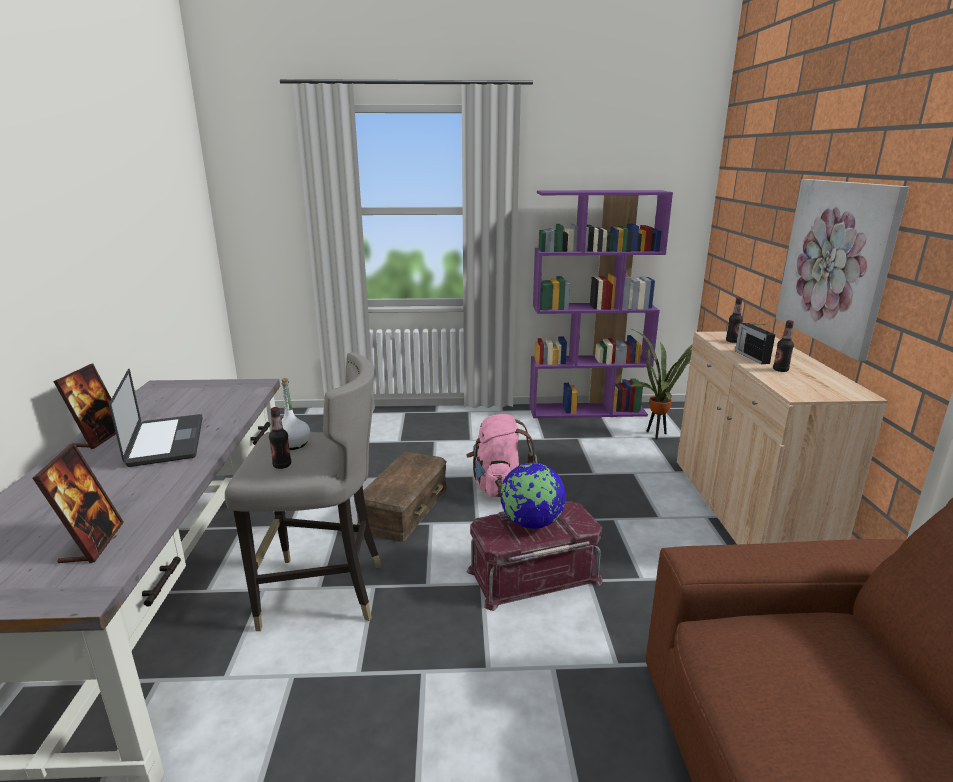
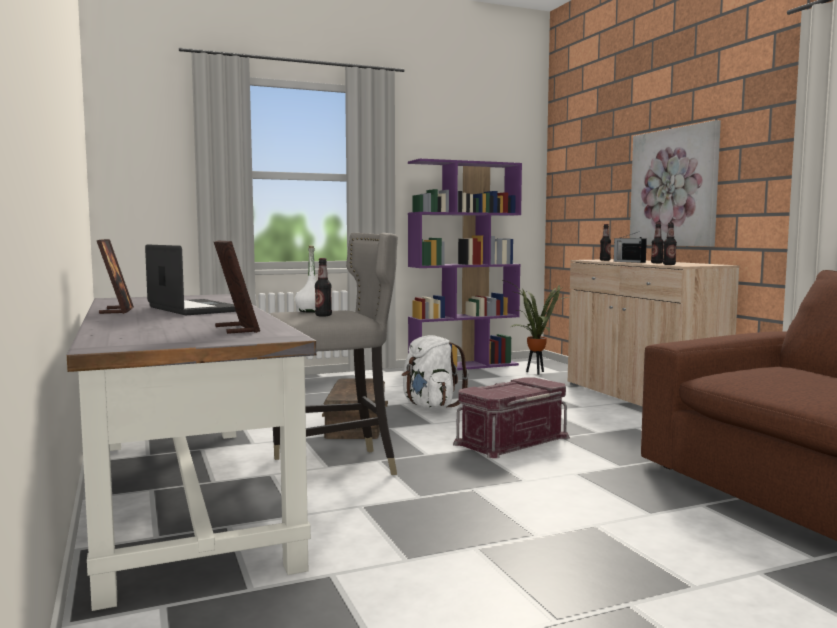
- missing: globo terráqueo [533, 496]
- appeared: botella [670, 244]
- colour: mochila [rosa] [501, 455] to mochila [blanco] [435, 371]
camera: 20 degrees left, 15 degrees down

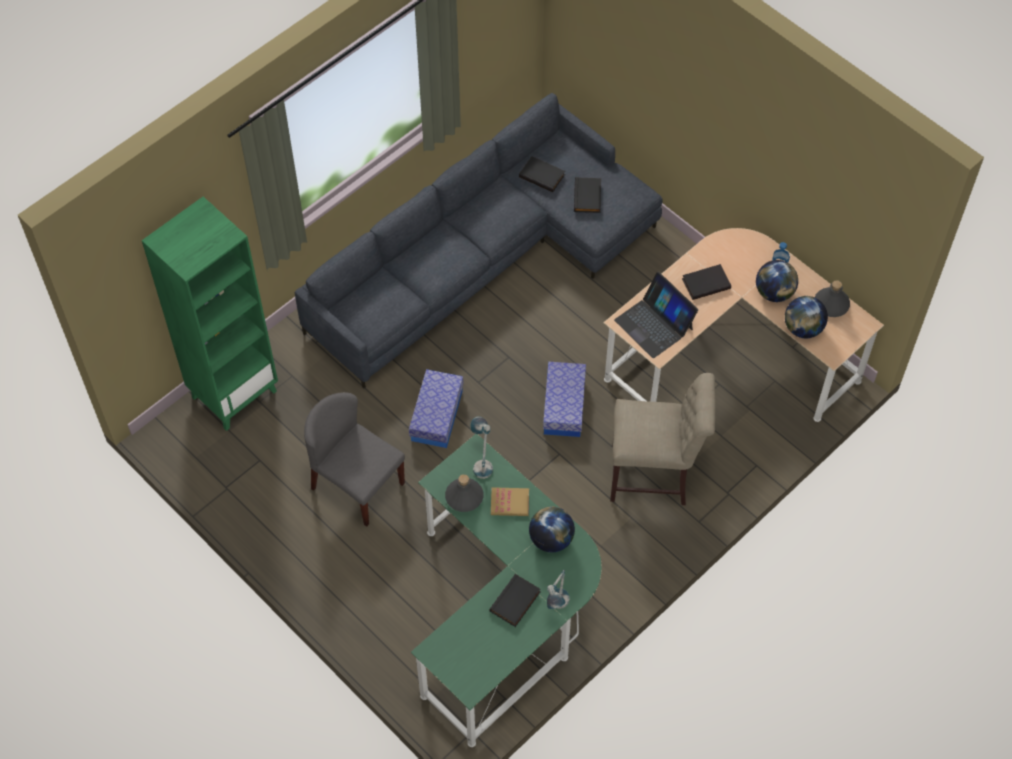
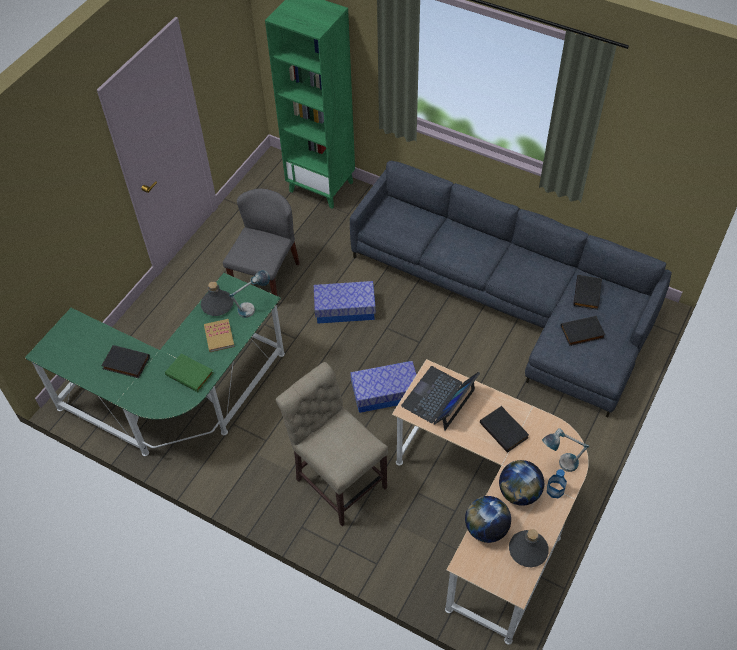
- relocated: lámpara de mesa [558, 589] to [565, 450]
- exchanged: globo terráqueo [552, 529] to libro [verde] [189, 372]
- spun: silla [beis] [663, 439] = [332, 444] 150 degrees clockwise
camera: 75 degrees right, 5 degrees down

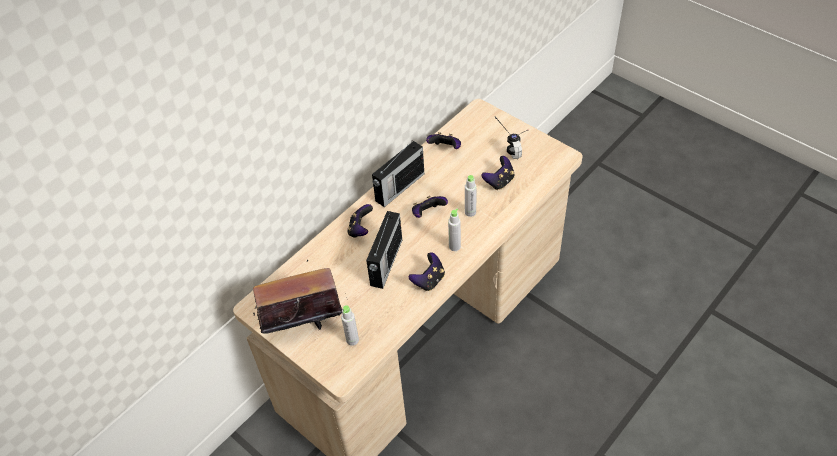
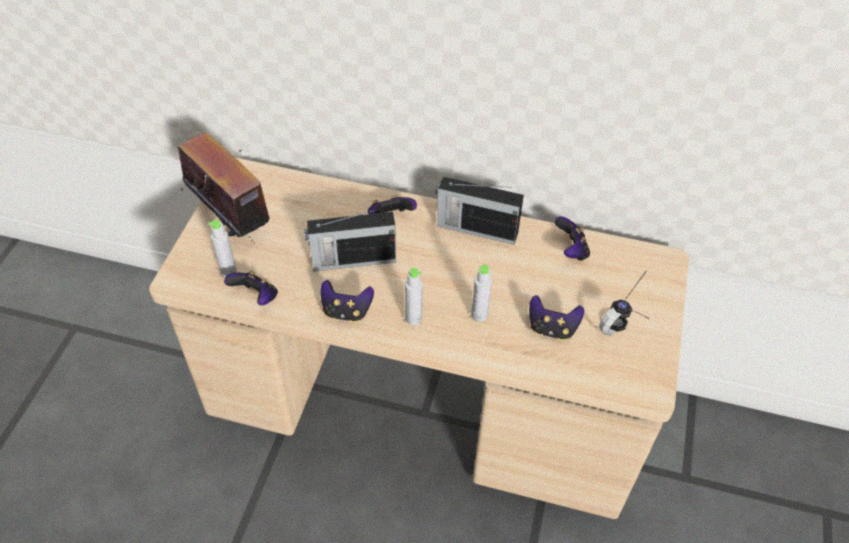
- relocated: mando de consola [430, 207] to [251, 288]
camera: 60 degrees right, 0 degrees up

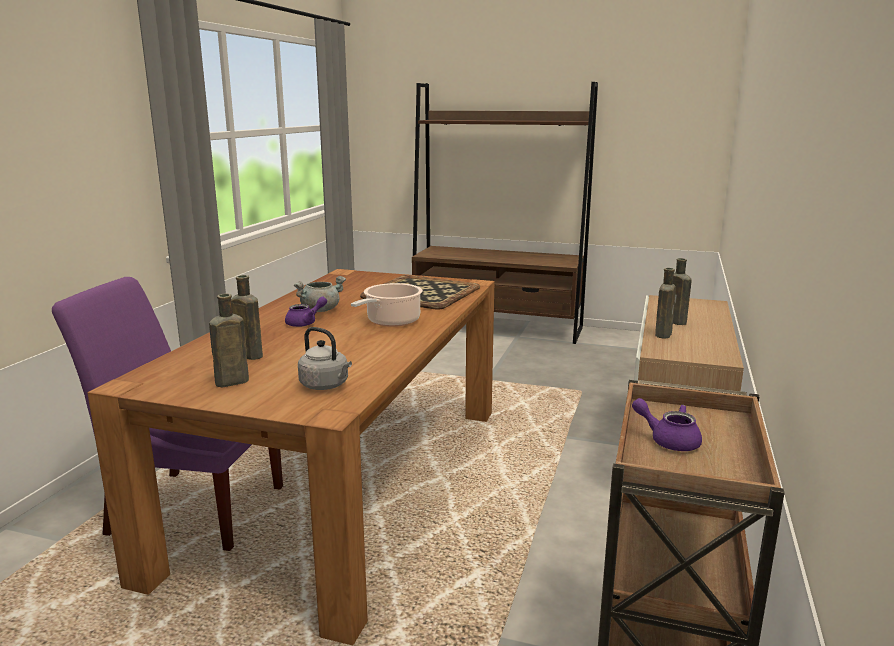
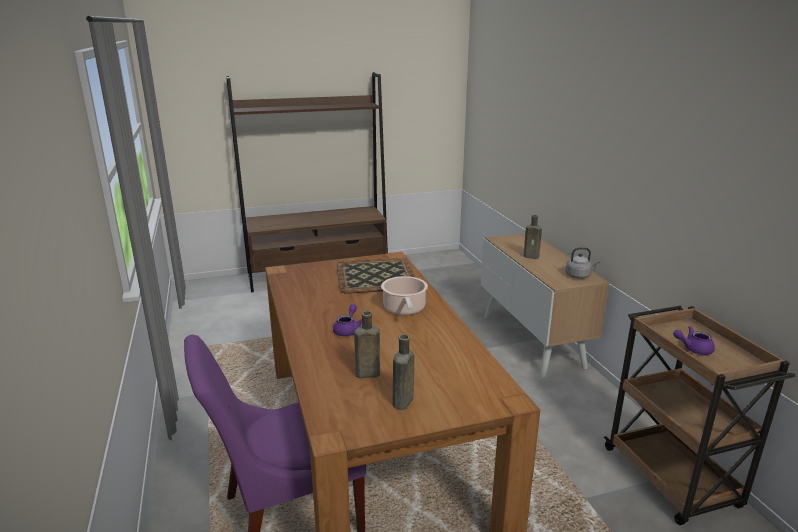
- missing: olla [gris] [320, 294]
- missing: botella [marrón] [665, 303]
- relocated: hervidor [gris] [325, 358] to [582, 263]
camera: 35 degrees left, 5 degrees up

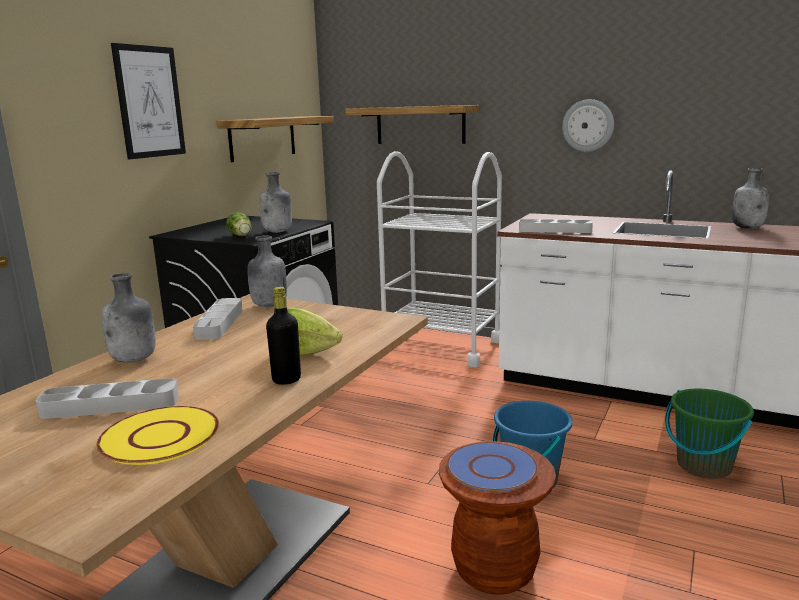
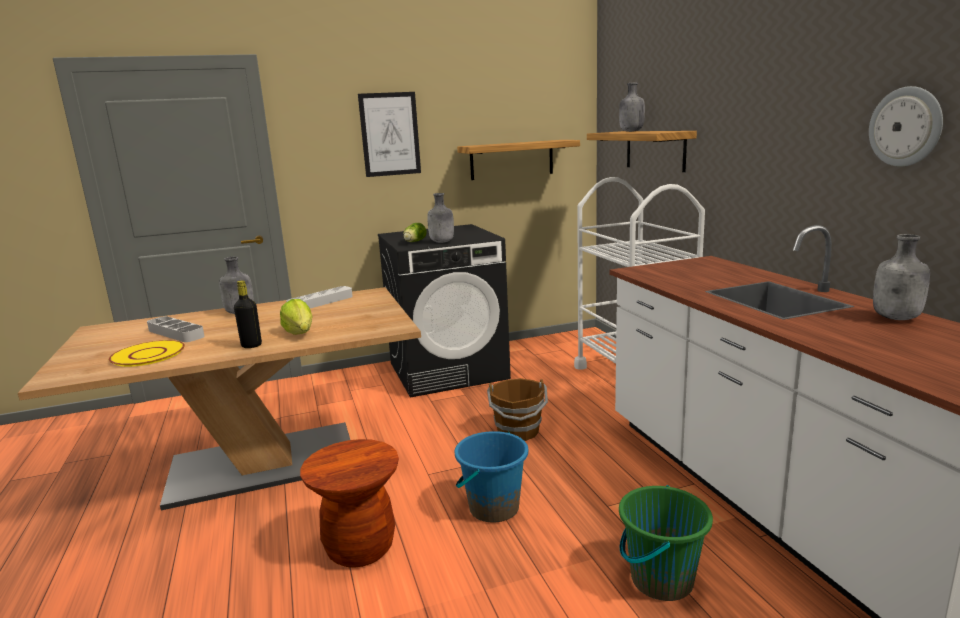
- missing: plato [azul] [492, 467]
- missing: bandeja [gris] [556, 226]
- appeared: cubo [marrón] [517, 409]
- relocated: botella [gris] [267, 271] to [632, 107]
- relocated: reloj de pared [588, 125] to [906, 126]
camera: 45 degrees right, 0 degrees up

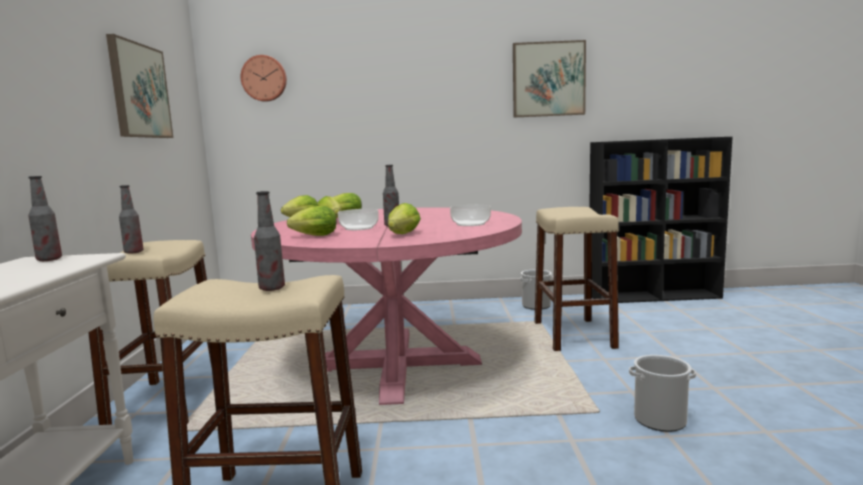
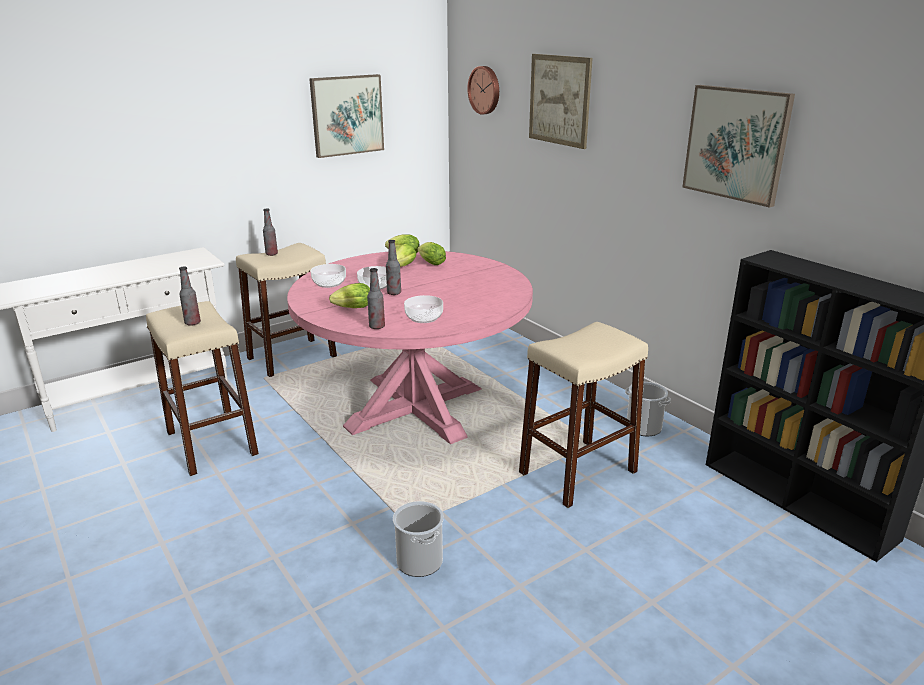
- appeared: cuadro [561, 101]
- relocated: botella [45, 218] to [376, 298]
- exchanged: lechuga [311, 221] to cuenco [328, 276]
camera: 55 degrees right, 15 degrees up

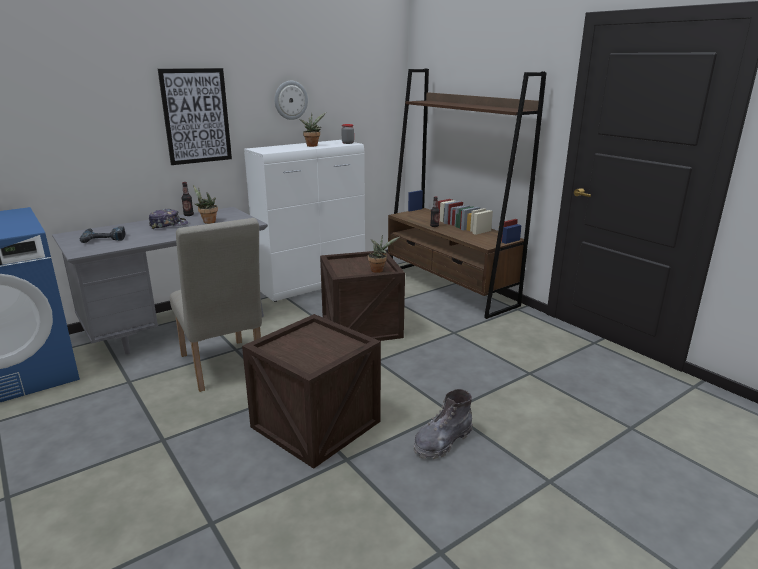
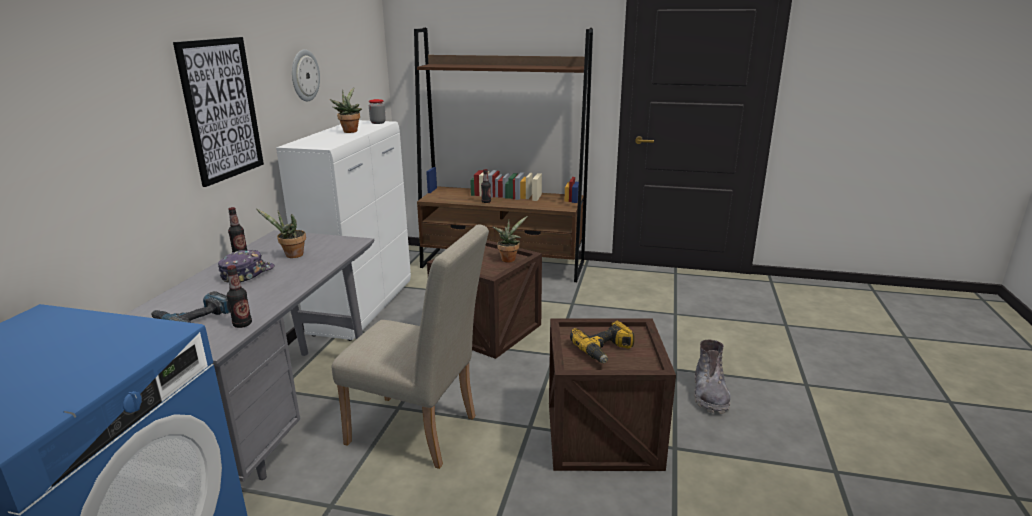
- appeared: botella [239, 296]
- appeared: taladro [602, 342]
camera: 40 degrees left, 0 degrees up

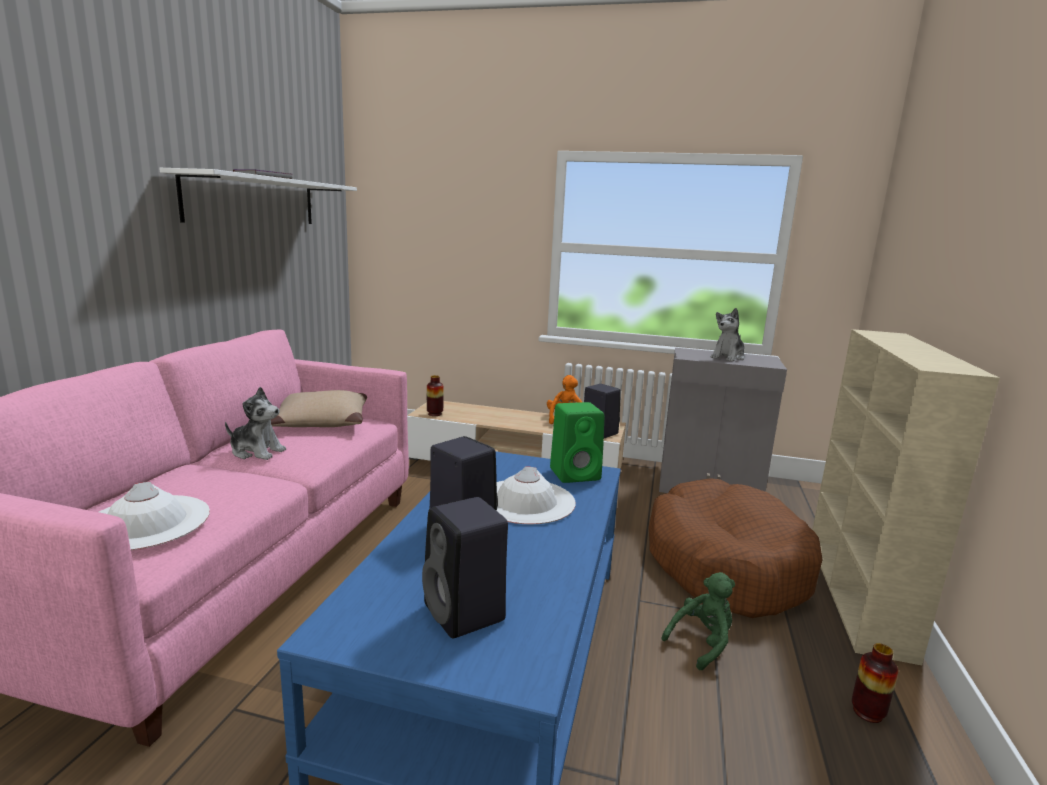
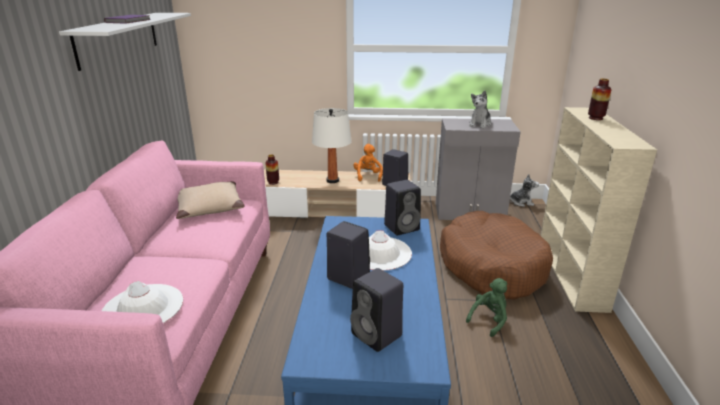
- appeared: lámpara de mesa [blanco] [332, 145]
- relocated: peluche [255, 423] to [524, 190]
- relocated: florero [875, 683] to [599, 99]
- colour: altavoz [verde] [577, 442] to altavoz [negro] [402, 207]
camera: 10 degrees left, 10 degrees up

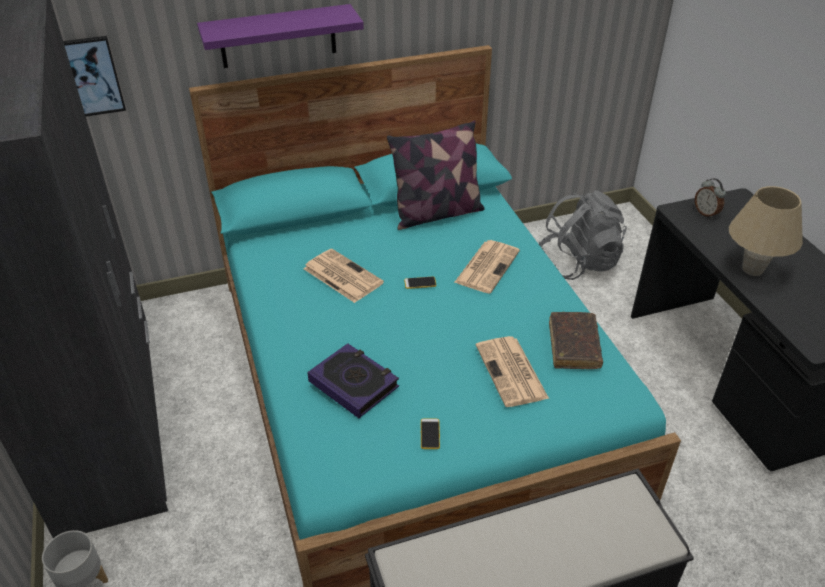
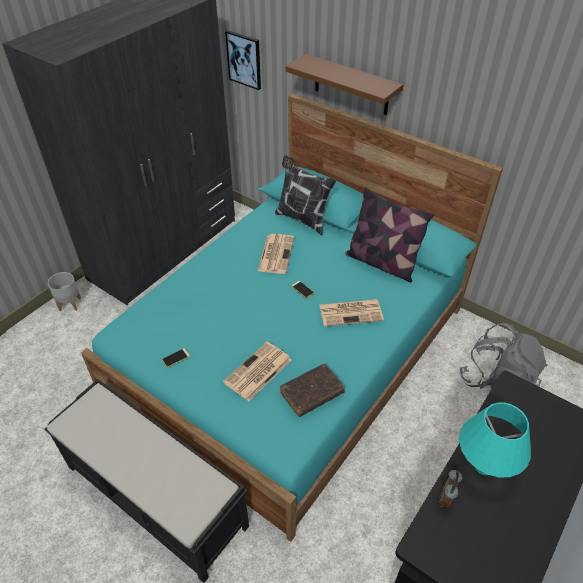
- missing: libro [353, 380]
- appeared: cojín [305, 195]
- relocated: despertador [710, 198] to [450, 489]
- colour: estante [morado] [280, 36] to estante [marrón] [344, 84]
- colour: lámpara de mesa [beis] [766, 231] to lámpara de mesa [turquesa] [495, 439]
camera: 55 degrees right, 5 degrees up

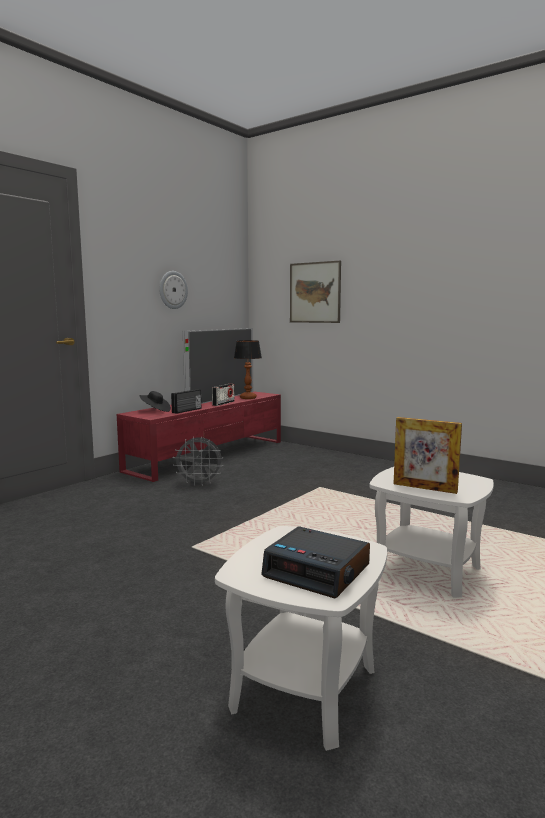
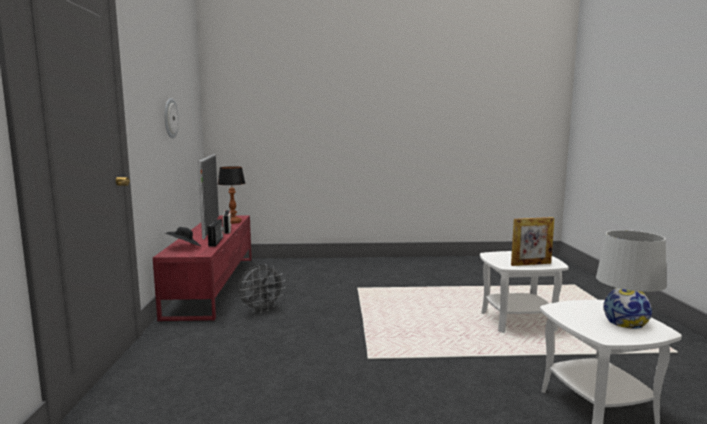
- missing: cuadro [315, 292]
- exchanged: despertador [315, 562] to lámpara de mesa [blanco] [631, 279]
camera: 40 degrees left, 0 degrees up

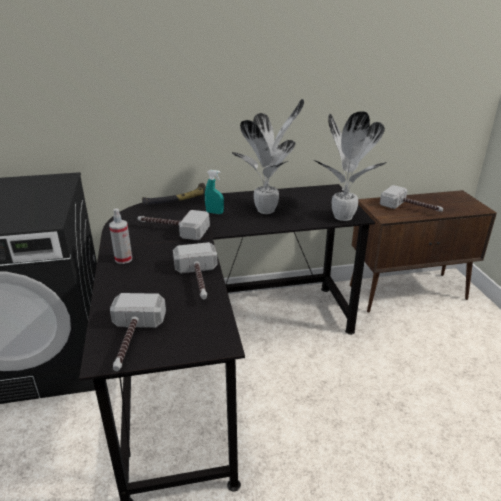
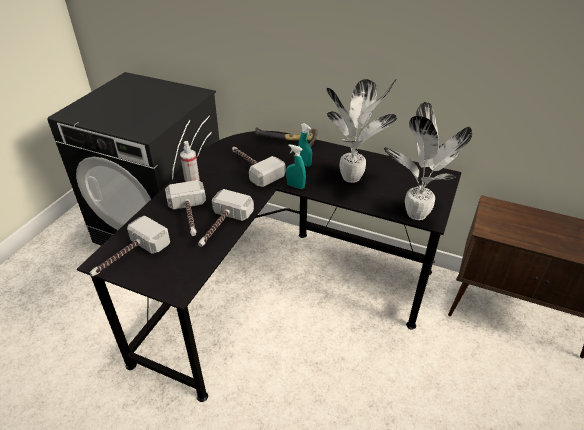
- appeared: pulverizador [turquesa] [296, 166]
- relocated: martillo [411, 198] to [185, 208]
camera: 35 degrees right, 10 degrees up

